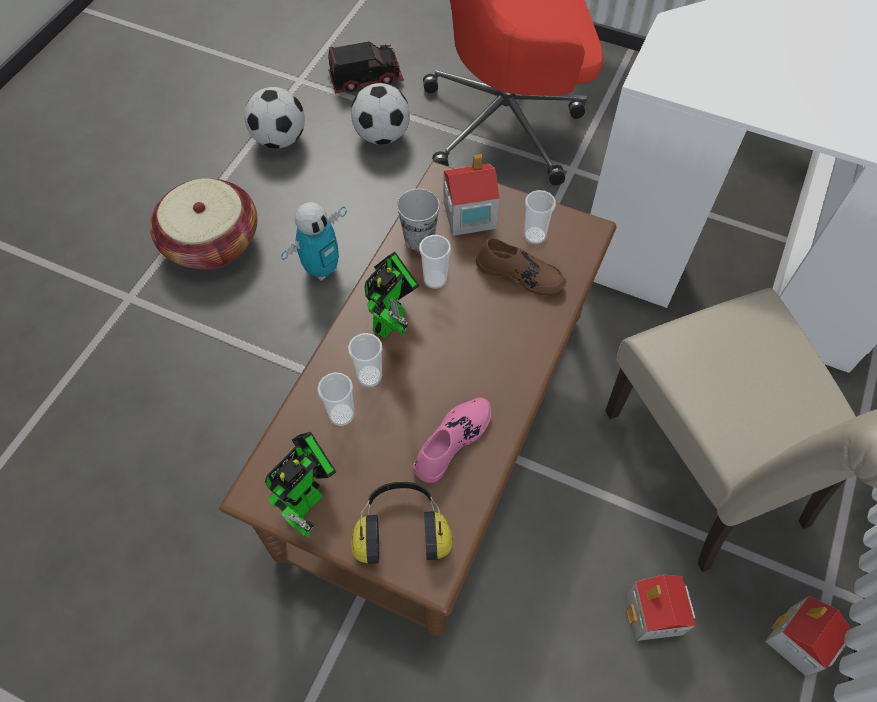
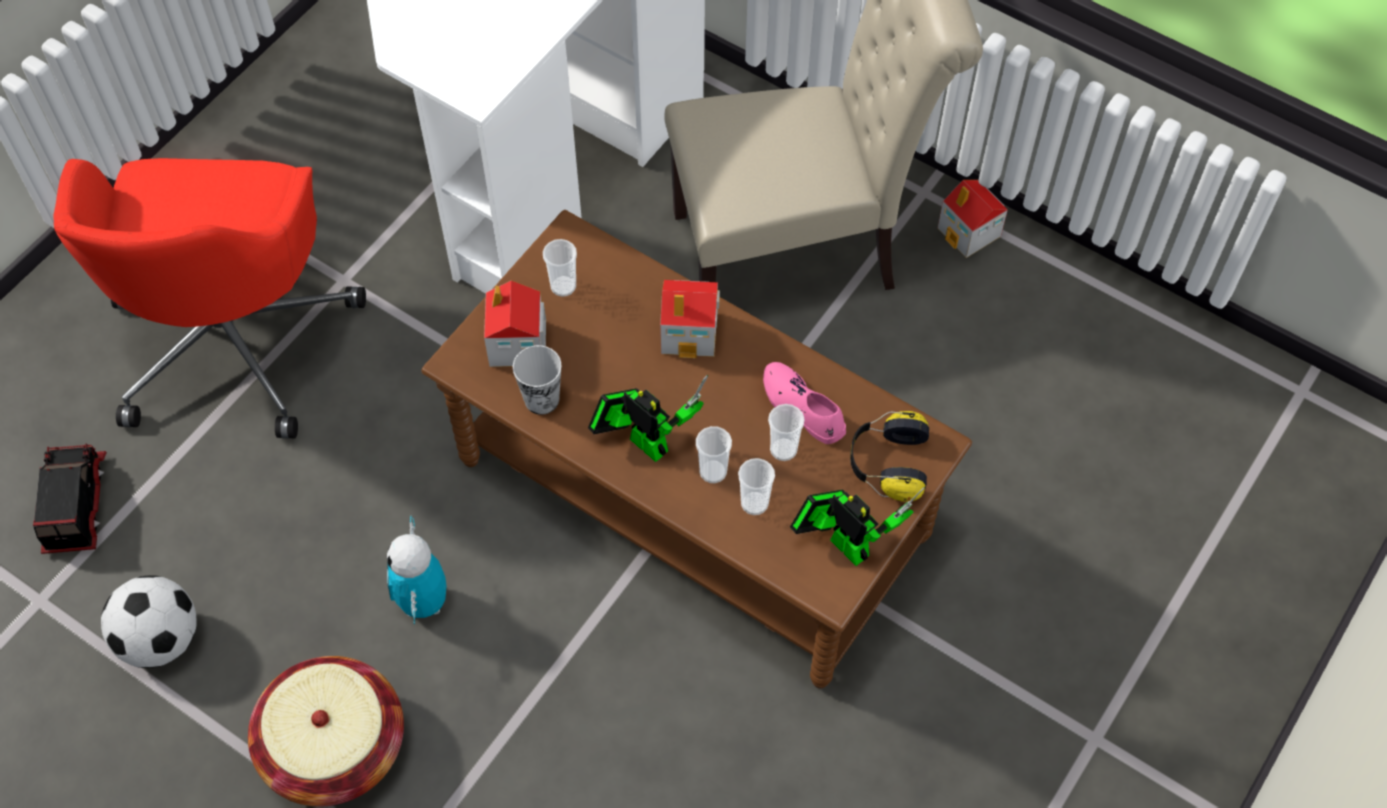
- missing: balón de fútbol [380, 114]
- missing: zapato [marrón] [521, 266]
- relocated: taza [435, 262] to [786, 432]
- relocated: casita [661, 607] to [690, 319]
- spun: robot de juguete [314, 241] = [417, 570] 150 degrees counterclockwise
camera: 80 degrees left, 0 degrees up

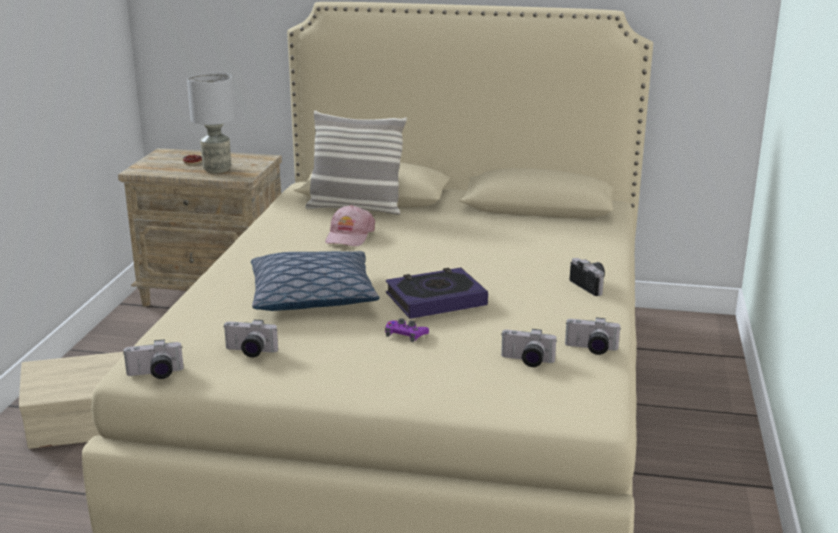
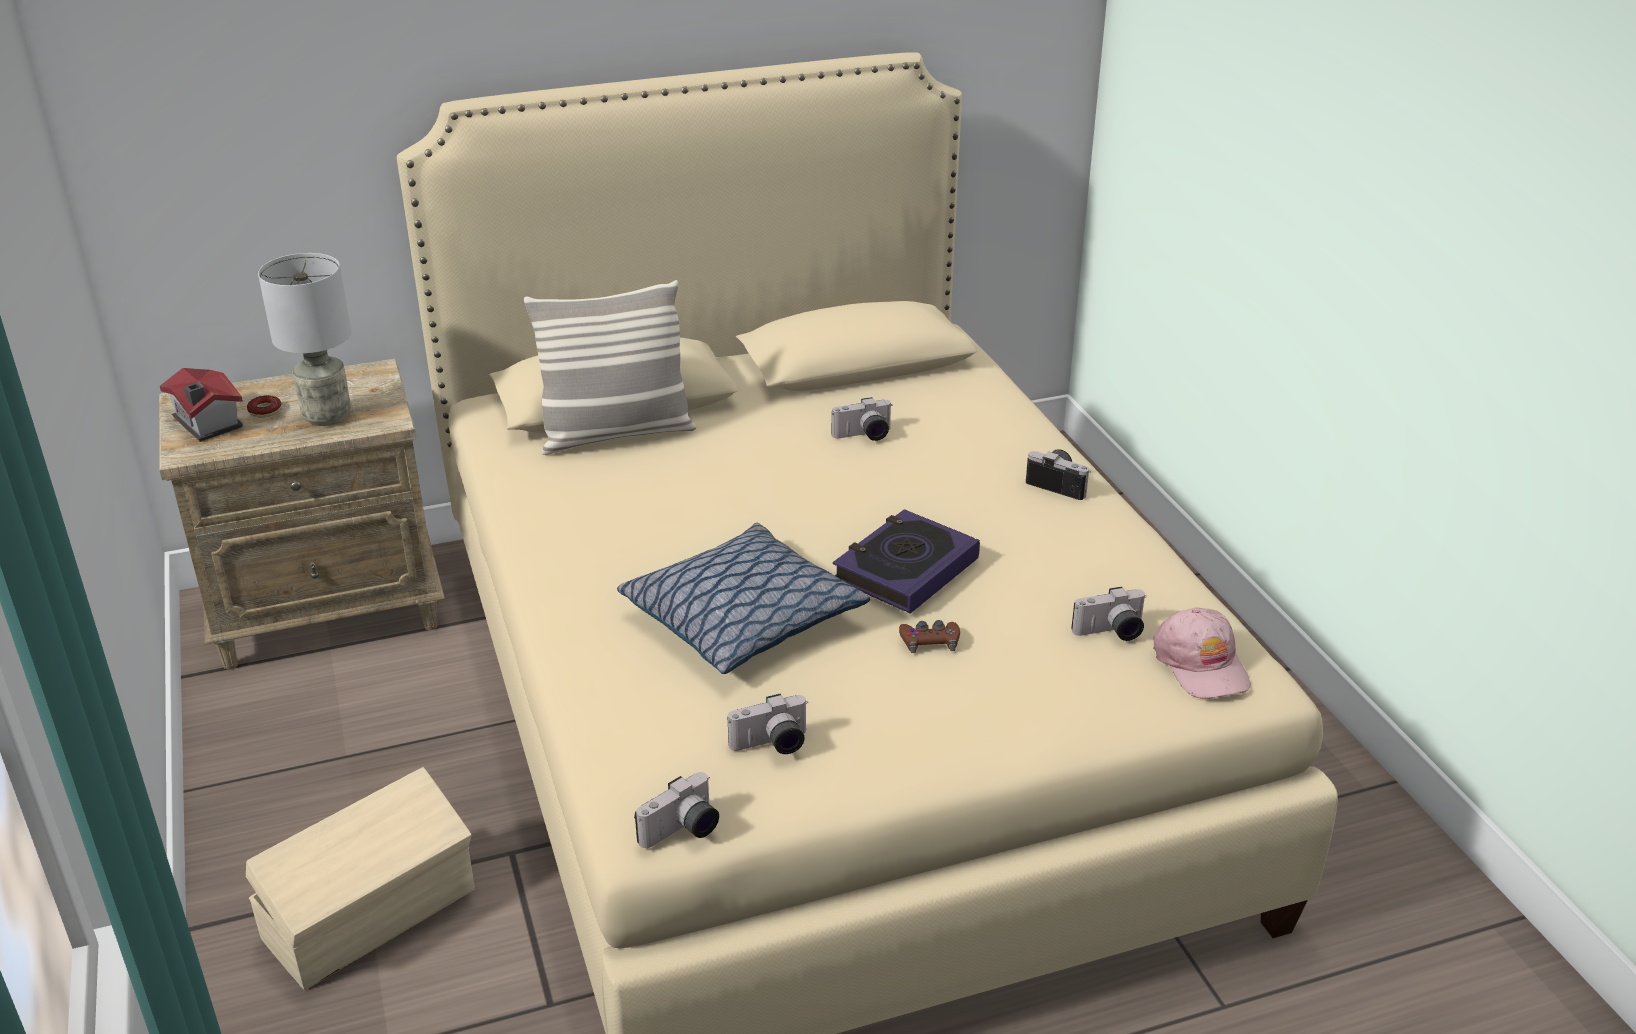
- appeared: casita [201, 405]
- relocated: gorra [rosa] [350, 225] to [1202, 653]
- relocated: cámara [593, 336] to [862, 419]
- colour: mando de consola [morado] [407, 330] to mando de consola [marrón] [929, 636]
camera: 30 degrees left, 10 degrees up

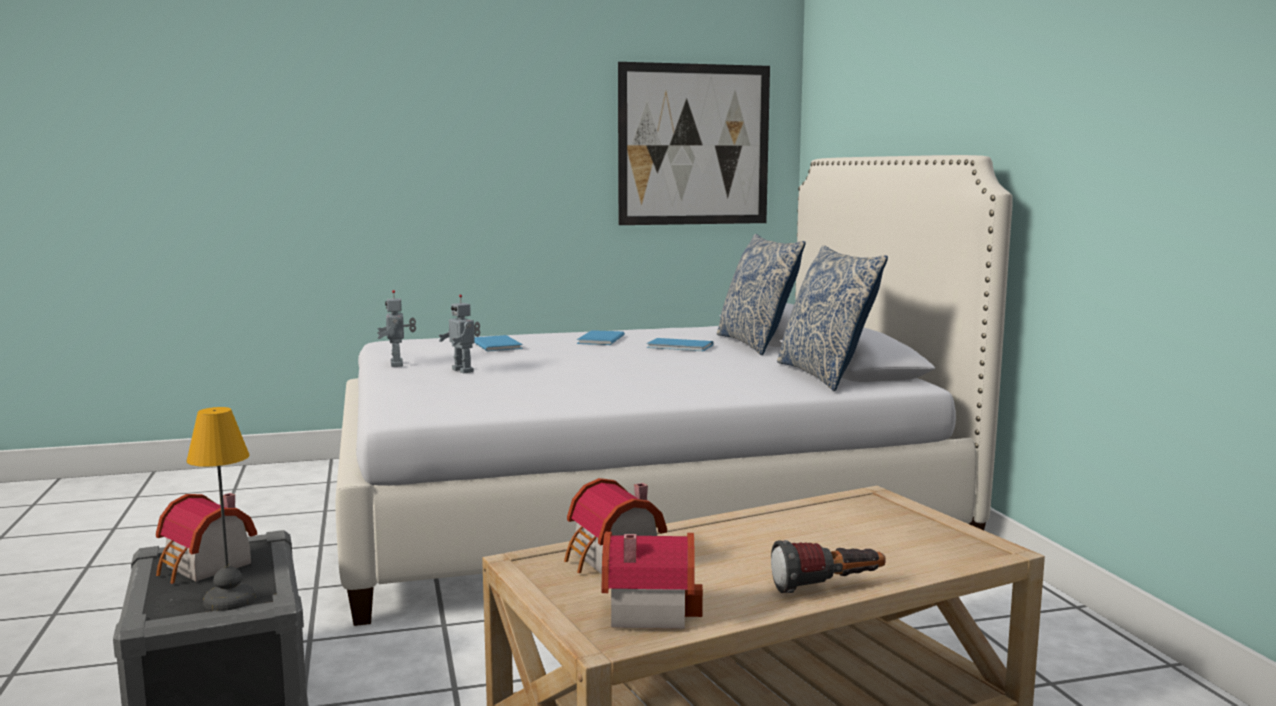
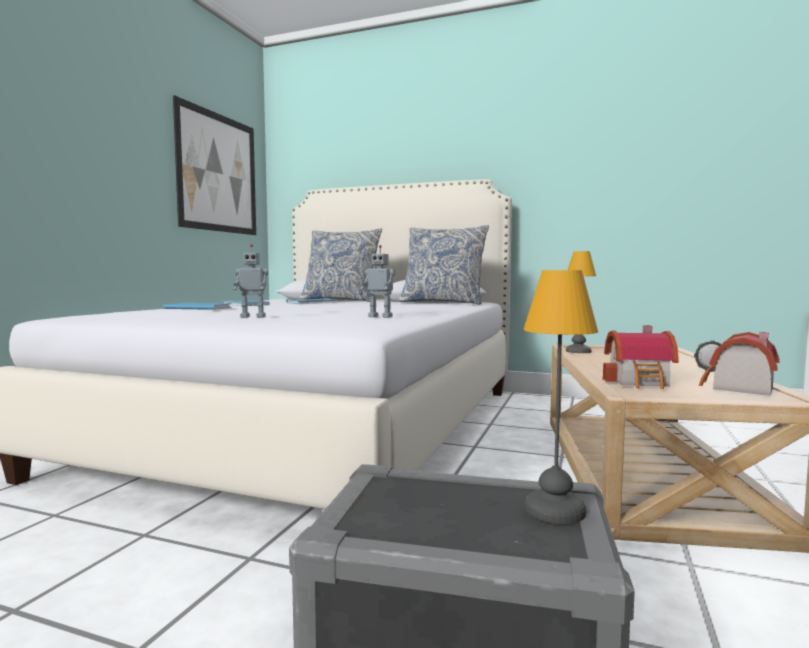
- missing: casita [206, 538]
- appeared: lámpara de mesa [581, 302]
- relocated: robot de juguete [396, 328] to [378, 281]
camera: 55 degrees left, 5 degrees down

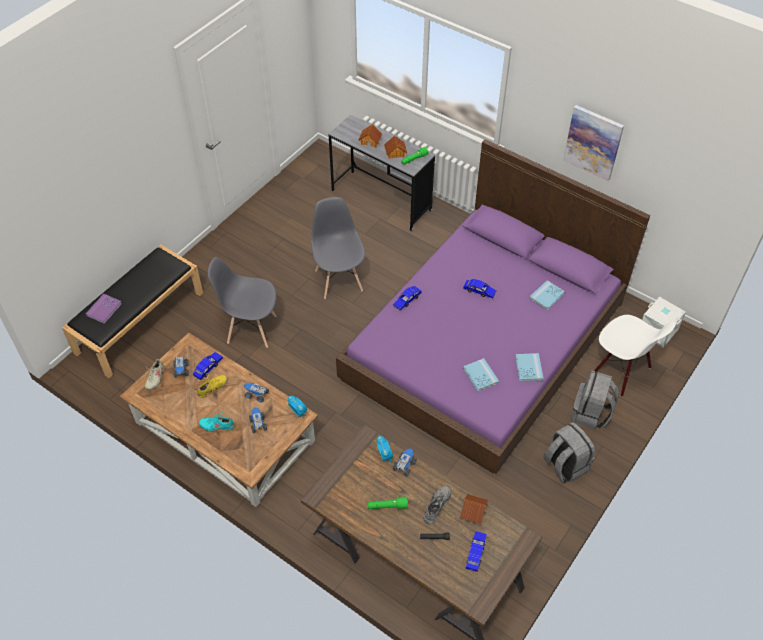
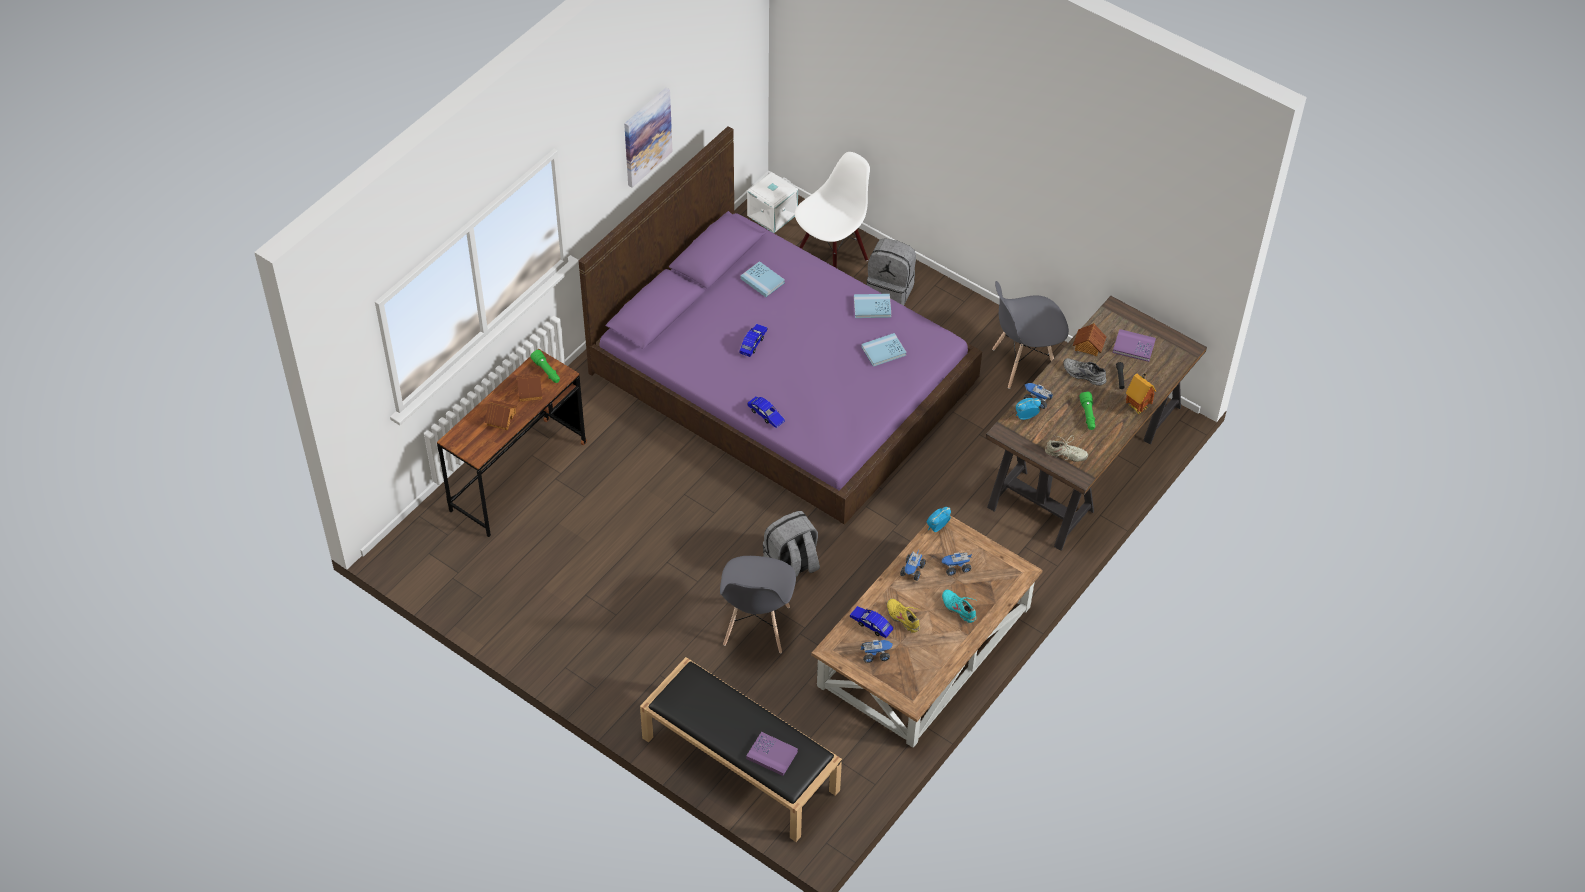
- appeared: casita [1141, 393]
- relocated: zapato [beis] [154, 374] to [1066, 448]
- relocated: silla [gris] [338, 248] to [1030, 335]
- relocated: mochila [gris] [569, 452] to [791, 544]
- exchanged: coche de juguete [azul] [476, 551] to libro [morado] [1134, 345]
- colour: escritorio [gris] [381, 173] to escritorio [marrón] [512, 443]
- spun: zapato [turquesa] [217, 421] = [959, 606] 135 degrees clockwise
camera: 90 degrees left, 0 degrees up

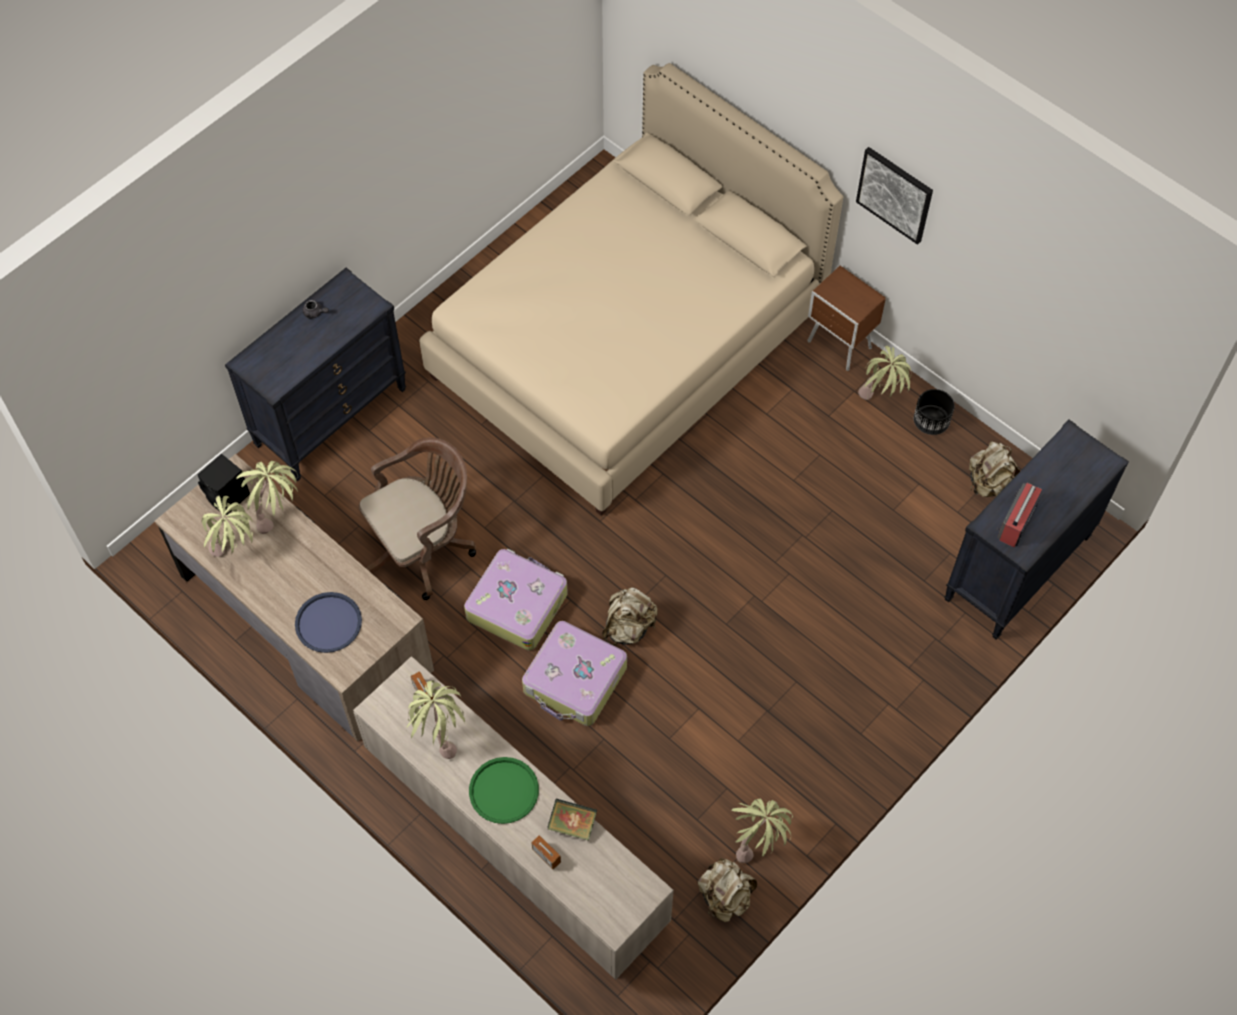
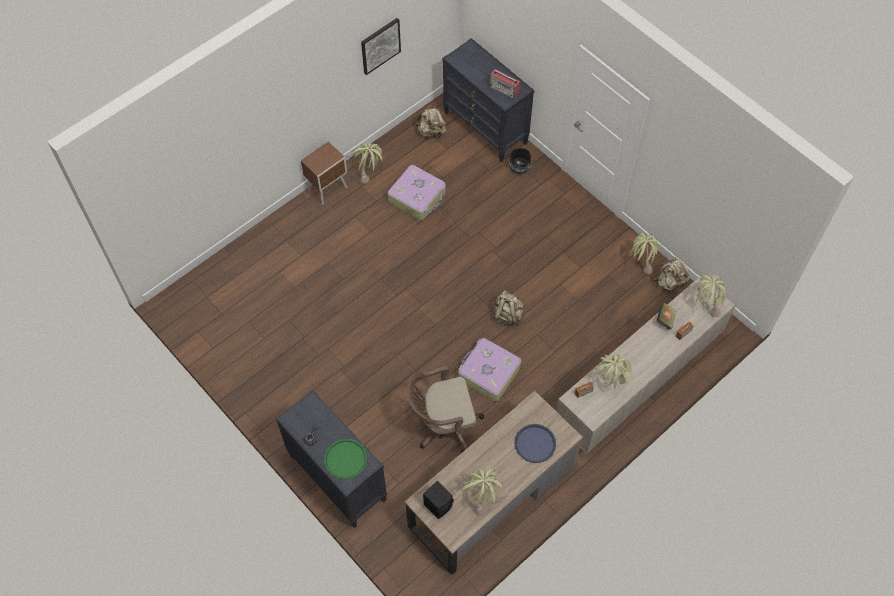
- missing: cama [beis] [631, 289]
- relocated: planta en maceta [267, 497] to [712, 296]
- relocated: bandeja [verde] [504, 790] to [345, 459]
- relocated: maleta [574, 673] to [417, 192]
- relocated: cuadro [894, 196] to [381, 46]
- relocated: maceta [negro] [934, 412] to [520, 161]
- spun: silla de oficina [marrón] [417, 518] = [445, 409] 75 degrees counterclockwise
camera: 85 degrees left, 0 degrees up

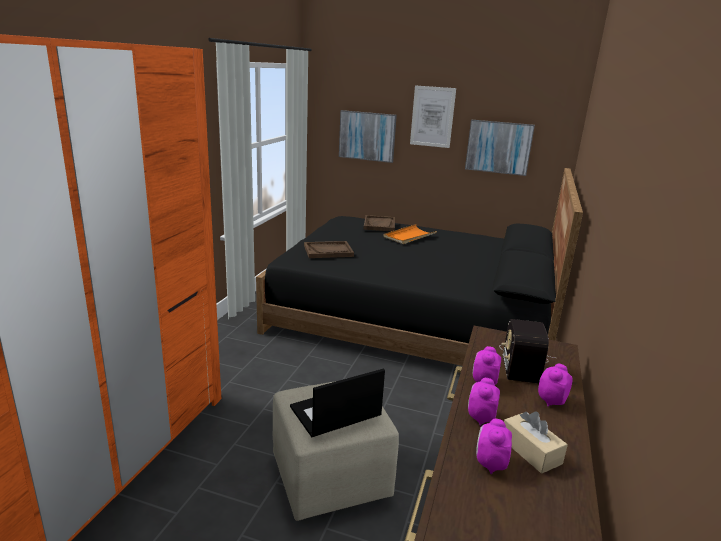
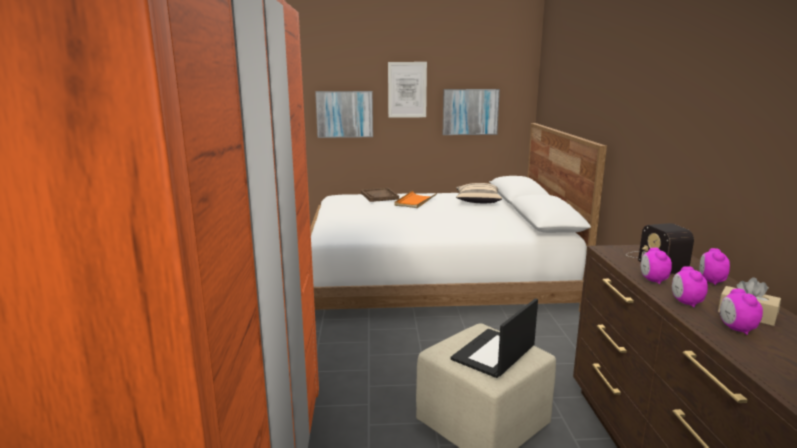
- missing: bandeja [marrón] [329, 249]
- appeared: cojín [beis] [479, 193]
- colour: cama [negro] [419, 267] to cama [blanco] [458, 217]
camera: 20 degrees left, 5 degrees down

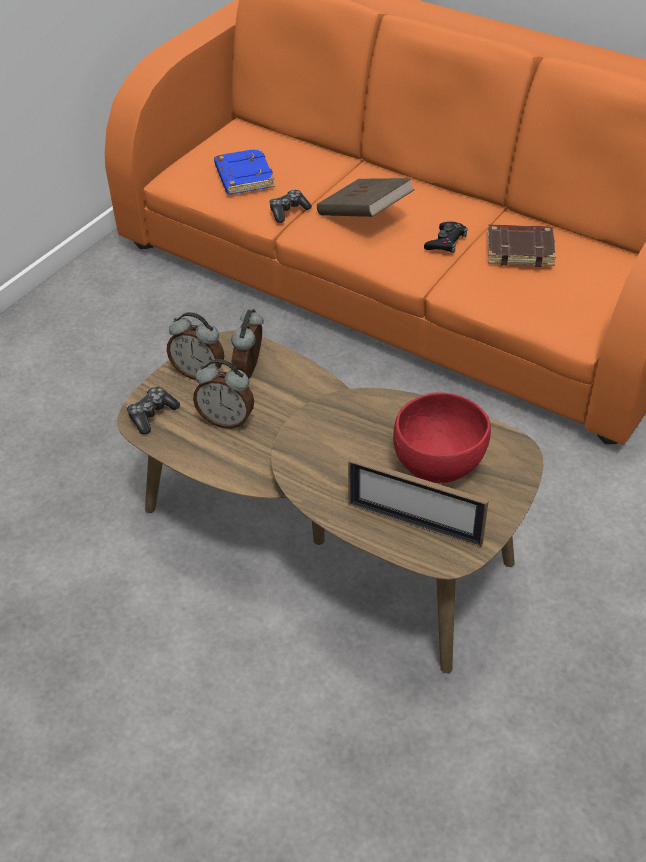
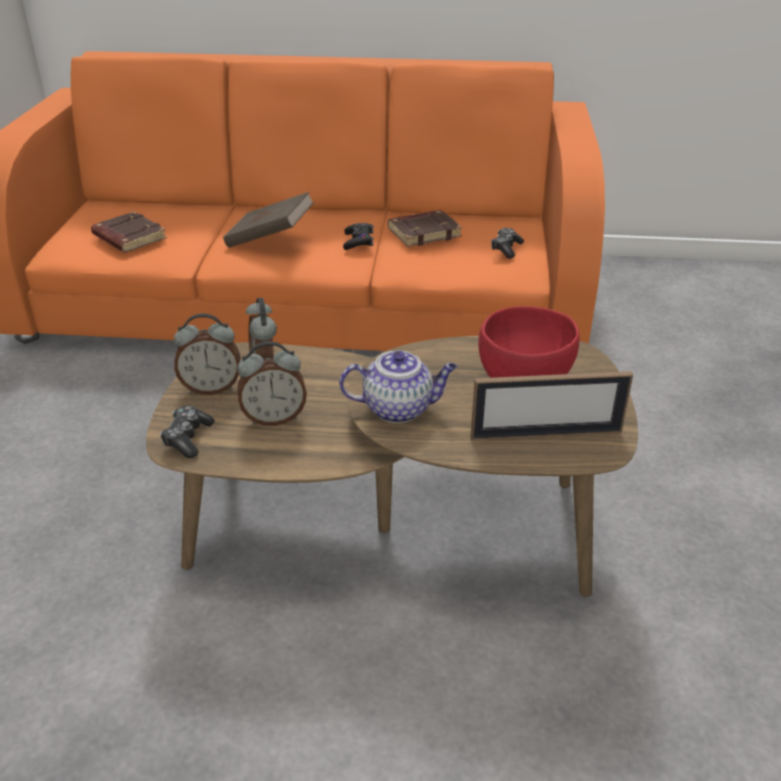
- appeared: tetera [398, 386]
- relocated: mando de consola [290, 206] to [507, 243]
- colour: libro [azul] [244, 171] to libro [marrón] [129, 232]
camera: 30 degrees left, 10 degrees down

